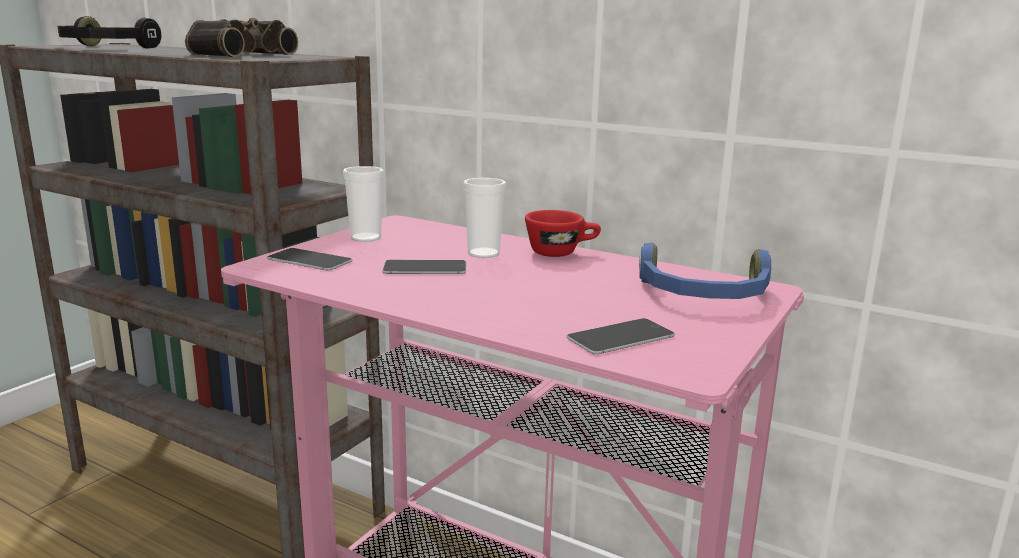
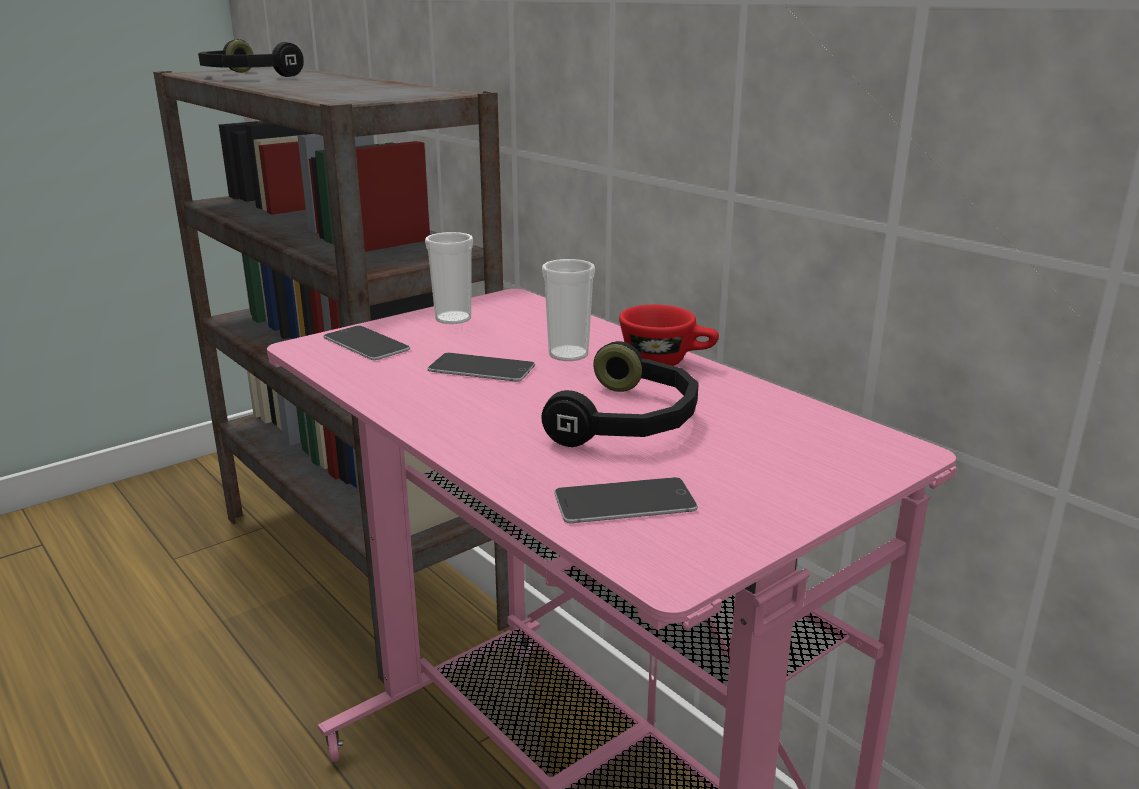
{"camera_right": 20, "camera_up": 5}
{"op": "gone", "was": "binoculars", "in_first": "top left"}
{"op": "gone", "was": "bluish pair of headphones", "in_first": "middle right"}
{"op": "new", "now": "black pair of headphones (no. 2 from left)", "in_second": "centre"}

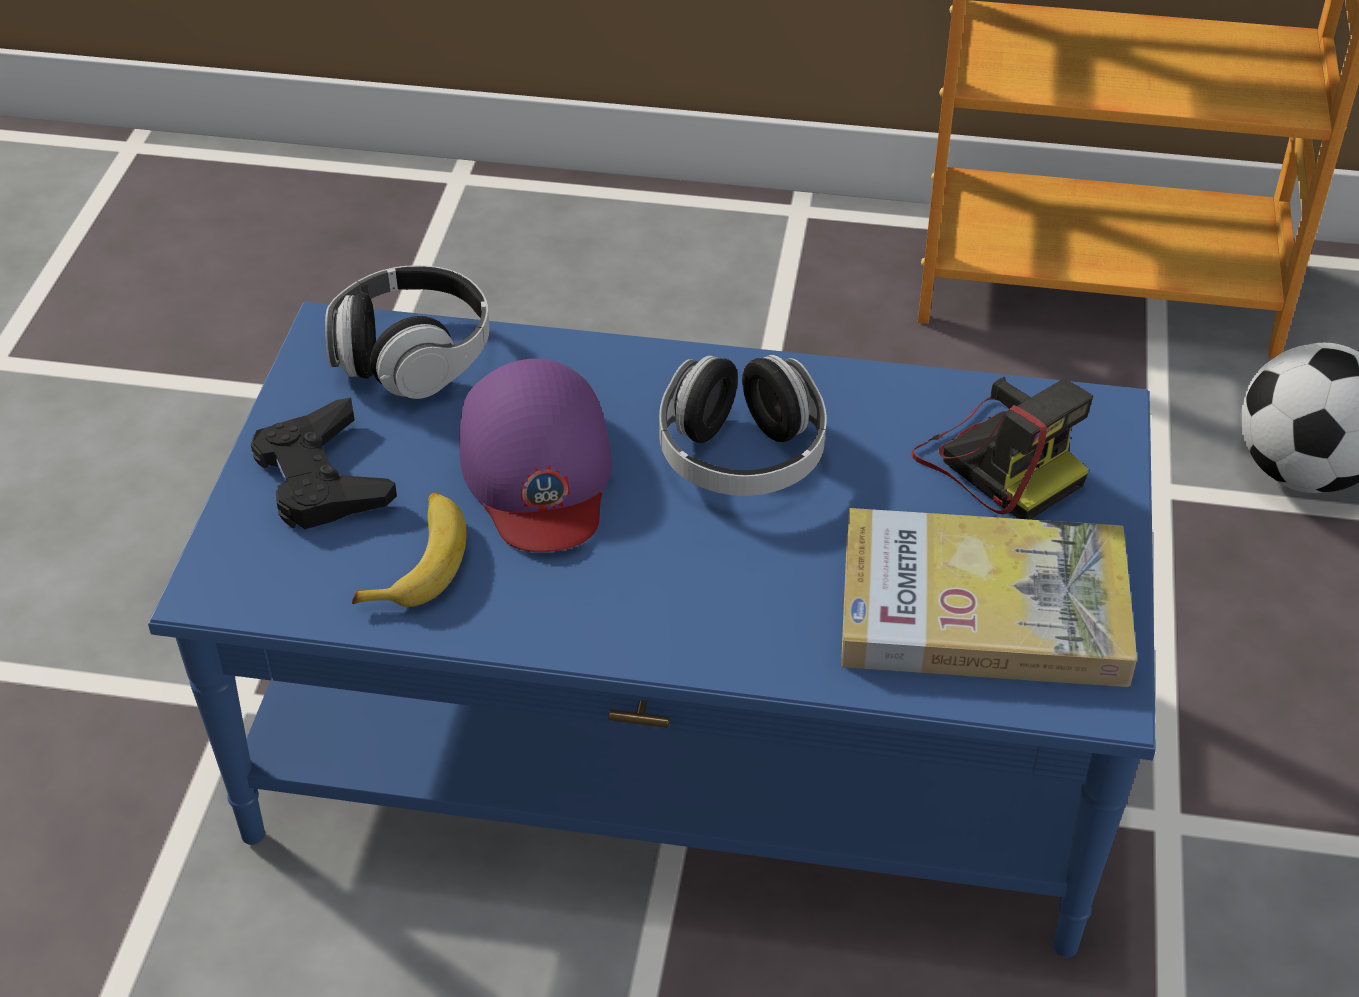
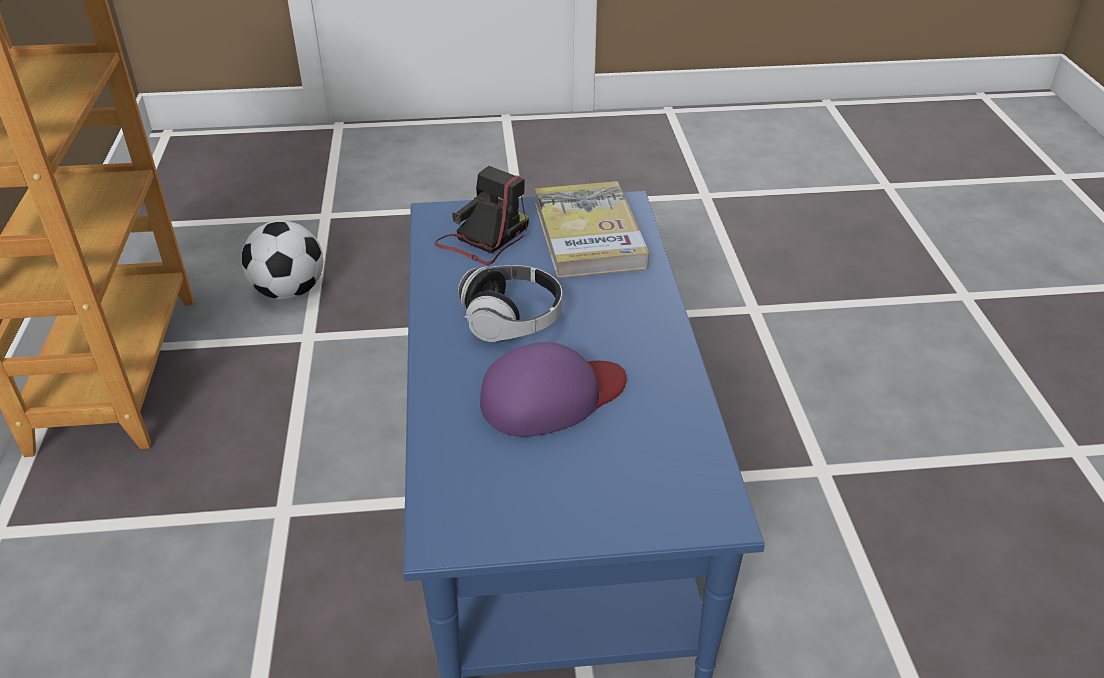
{"camera_right": -105, "camera_up": -5}
{"op": "gone", "was": "black joypad", "in_first": "middle left"}
{"op": "gone", "was": "pair of headphones (no. 1 from left)", "in_first": "top left"}
{"op": "gone", "was": "whole banana", "in_first": "middle left"}

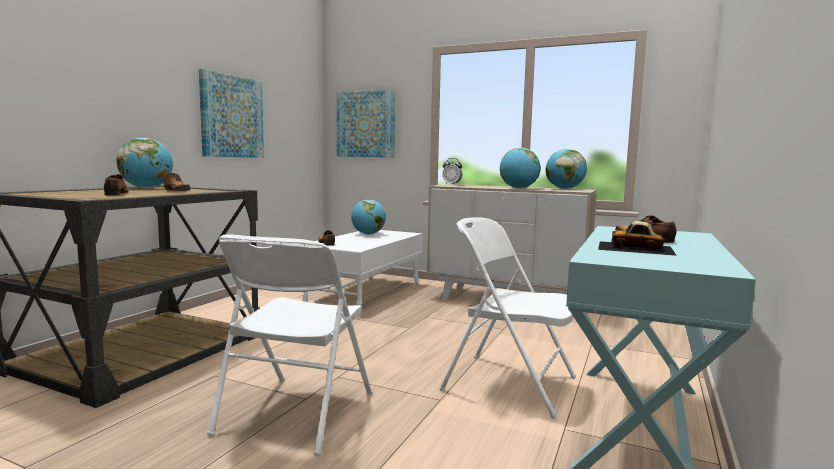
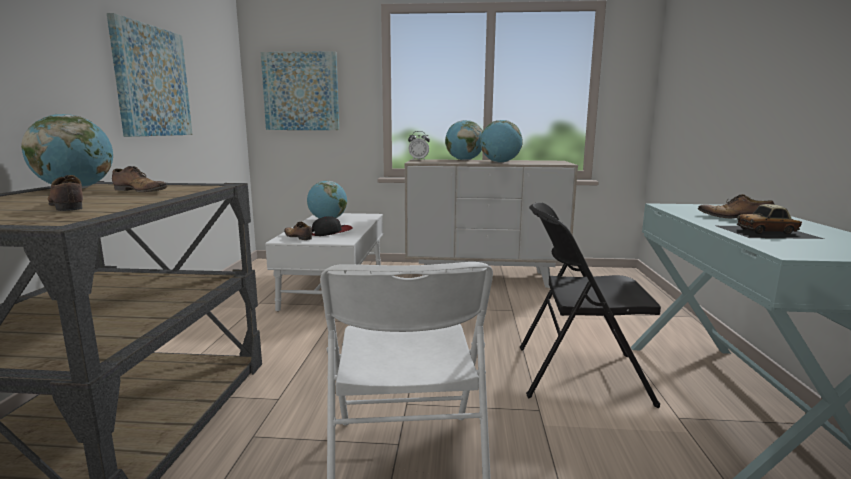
{"camera_right": -20, "camera_up": 5}
{"op": "repainted", "was": "white-coloured upright chair (no. 2 from left)", "now": "black upright chair", "in_first": "bottom centre", "in_second": "middle right"}
{"op": "shifted", "was": "globe (no. 4 from left in the first image)", "now": "globe (no. 3 from left)", "in_first": "middle right", "in_second": "top centre"}
{"op": "new", "now": "peaked cap", "in_second": "centre"}

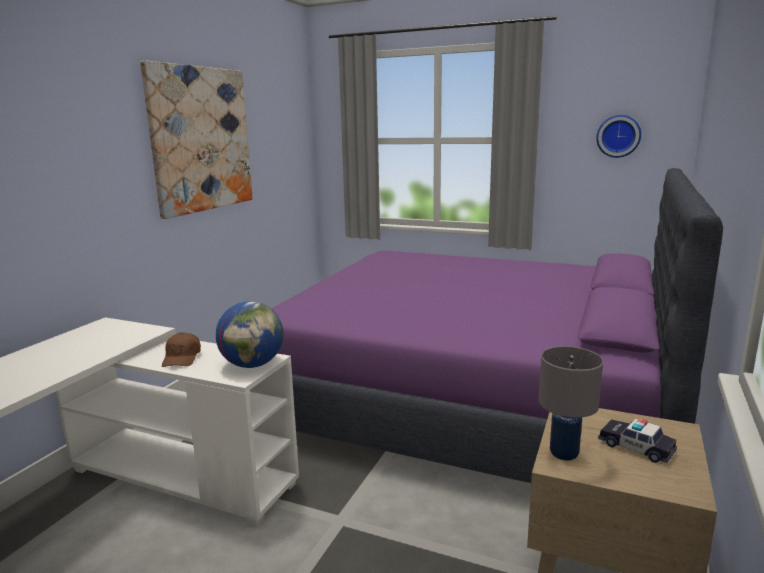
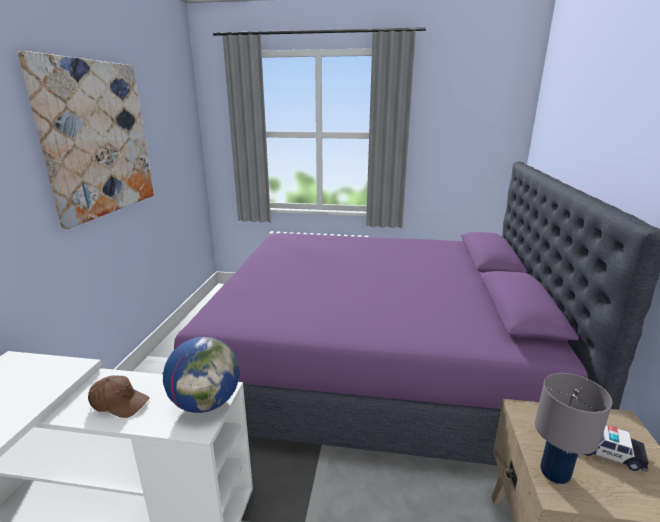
{"camera_right": -15, "camera_up": 5}
{"op": "rotated", "was": "brown peaked cap", "in_first": "middle left", "in_second": "bottom left", "clockwise": -60}
{"op": "gone", "was": "wall clock", "in_first": "top right"}

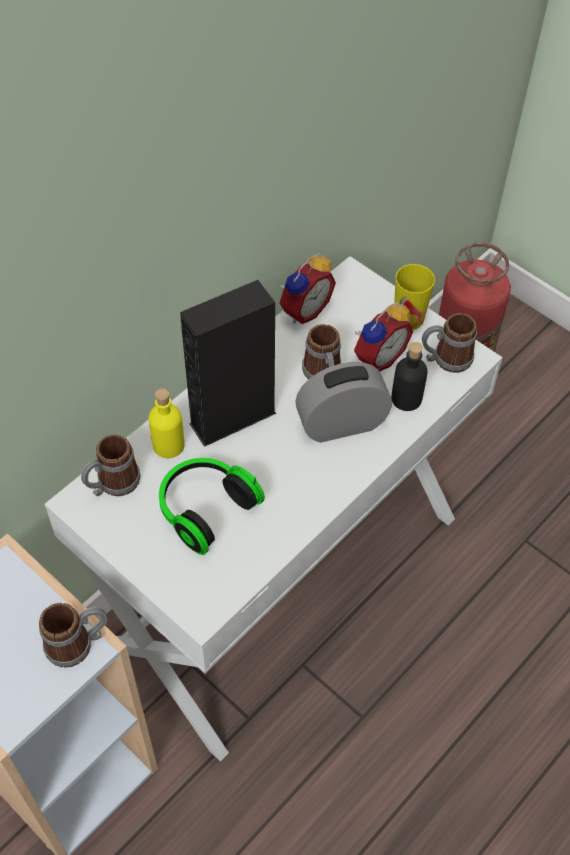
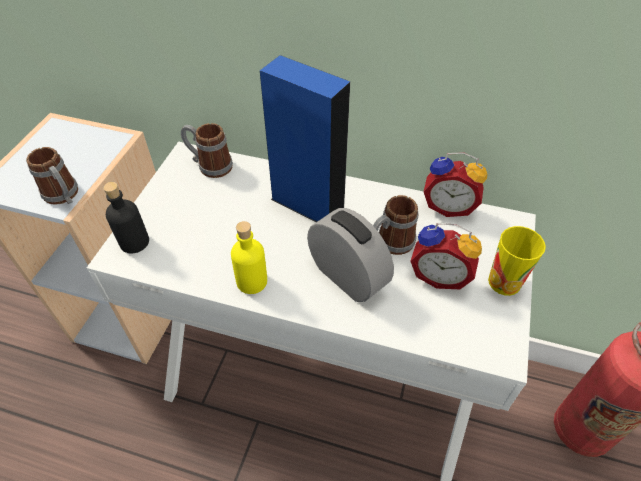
{"camera_right": 65, "camera_up": -5}
{"op": "shifted", "was": "yellowish drink bottle", "in_first": "middle left", "in_second": "centre"}
{"op": "gone", "was": "pair of headphones", "in_first": "centre"}
{"op": "repainted", "was": "black audio speaker", "now": "bluish audio speaker", "in_first": "centre", "in_second": "top centre"}
{"op": "shifted", "was": "black drink bottle", "in_first": "middle right", "in_second": "middle left"}
{"op": "gone", "was": "tea mug (no. 4 from left)", "in_first": "middle right"}

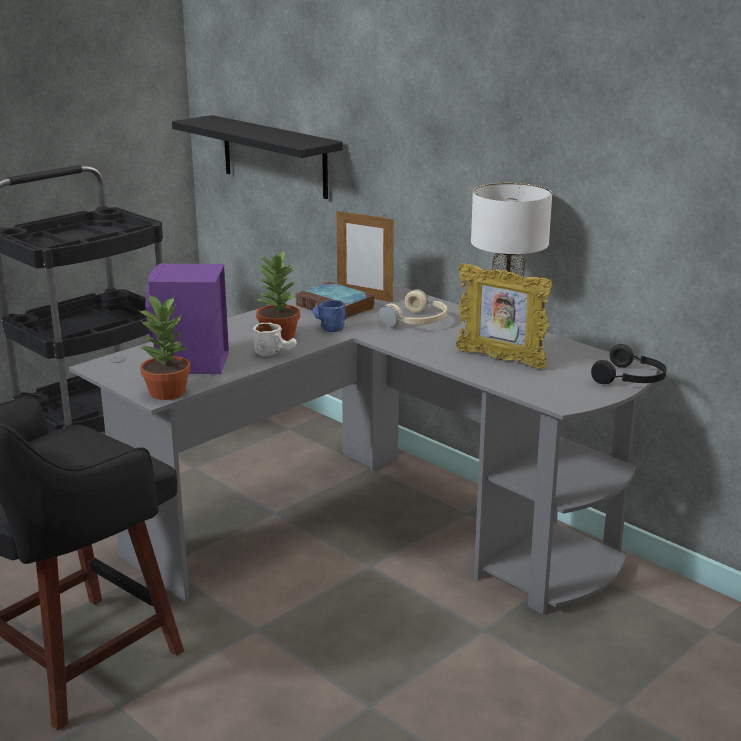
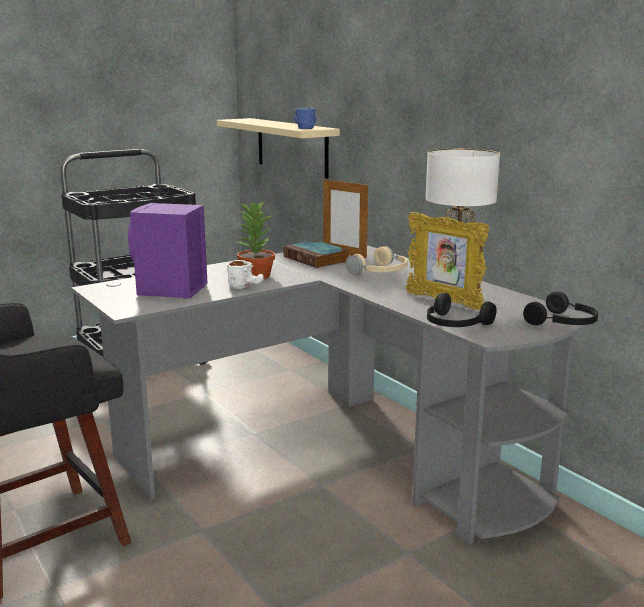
{"camera_right": 10, "camera_up": -5}
{"op": "gone", "was": "houseplant (no. 1 from left)", "in_first": "middle left"}
{"op": "repainted", "was": "black shelf", "now": "beige shelf", "in_first": "top centre", "in_second": "top centre"}
{"op": "shifted", "was": "bluish tea mug", "in_first": "centre", "in_second": "top centre"}
{"op": "new", "now": "black pair of headphones (no. 1 from left)", "in_second": "middle right"}

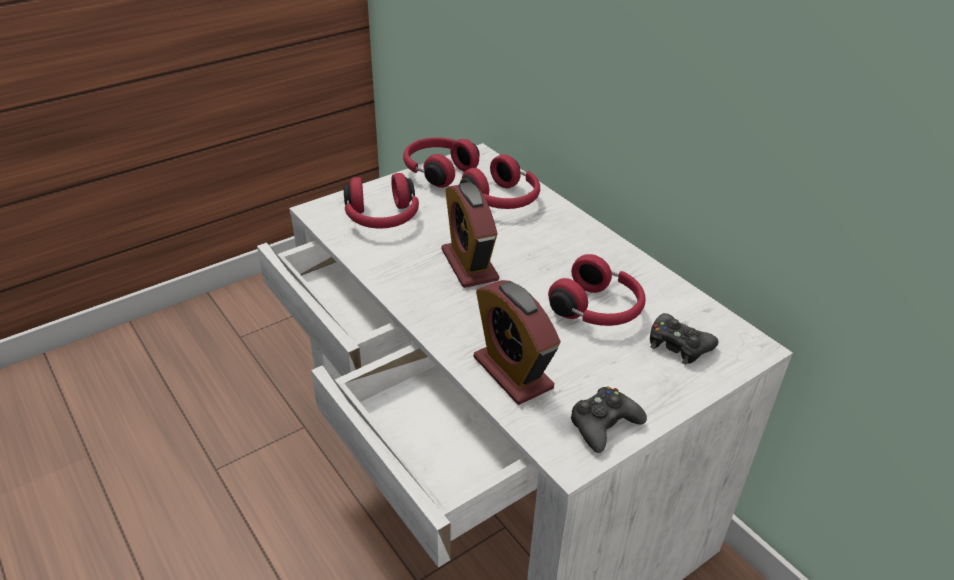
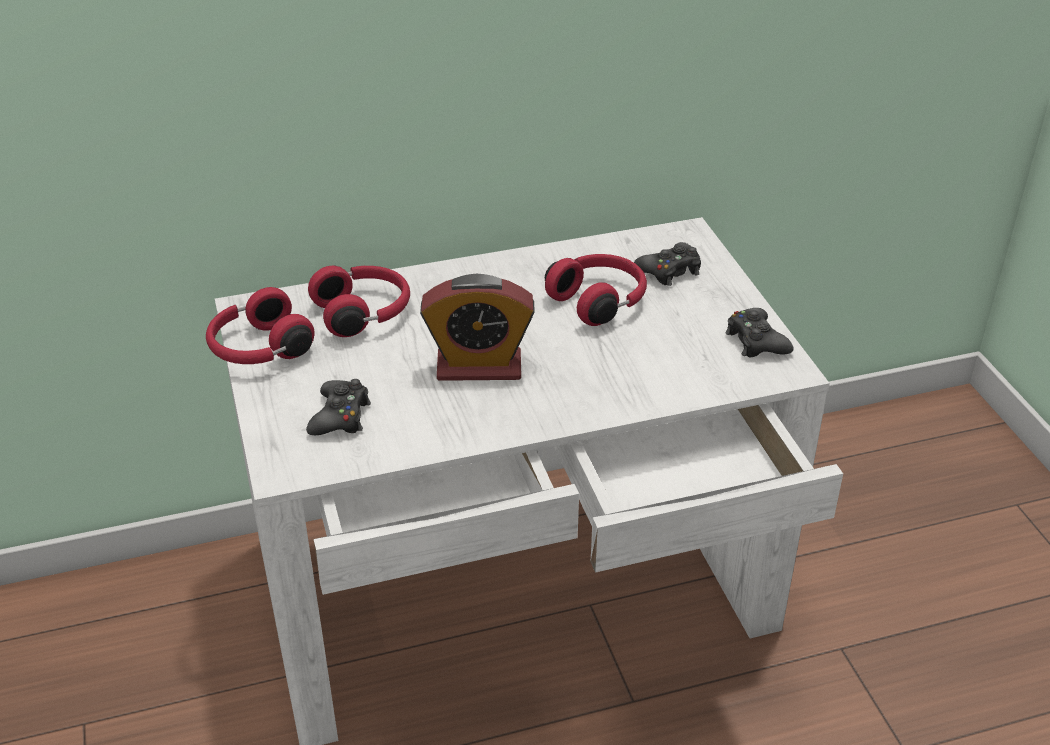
{"camera_right": -70, "camera_up": 0}
{"op": "swapped", "was": "red pair of headphones (no. 1 from left)", "now": "black joypad (no. 1 from left)", "in_first": "centre", "in_second": "middle left"}
{"op": "gone", "was": "bedside clock (no. 2 from left)", "in_first": "centre"}

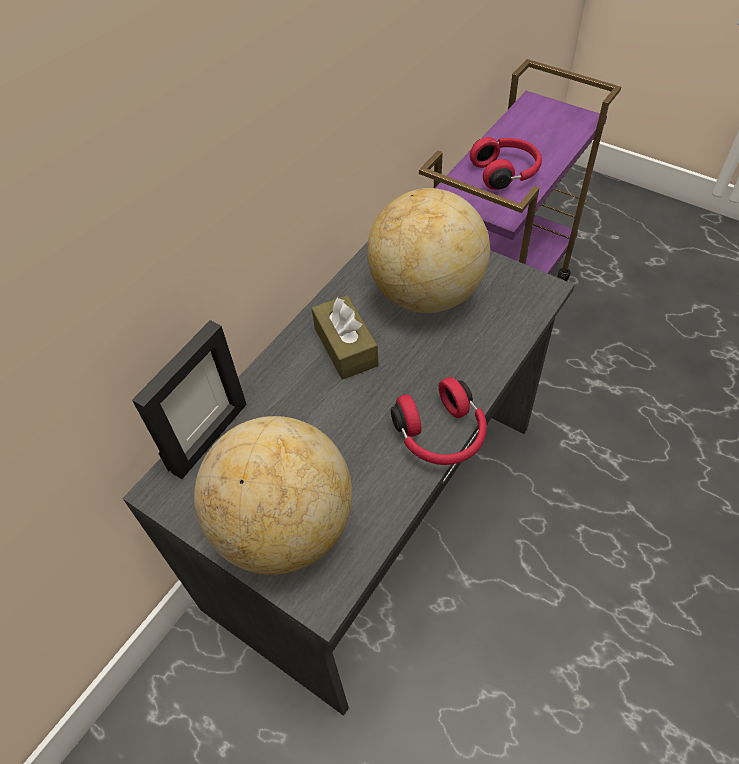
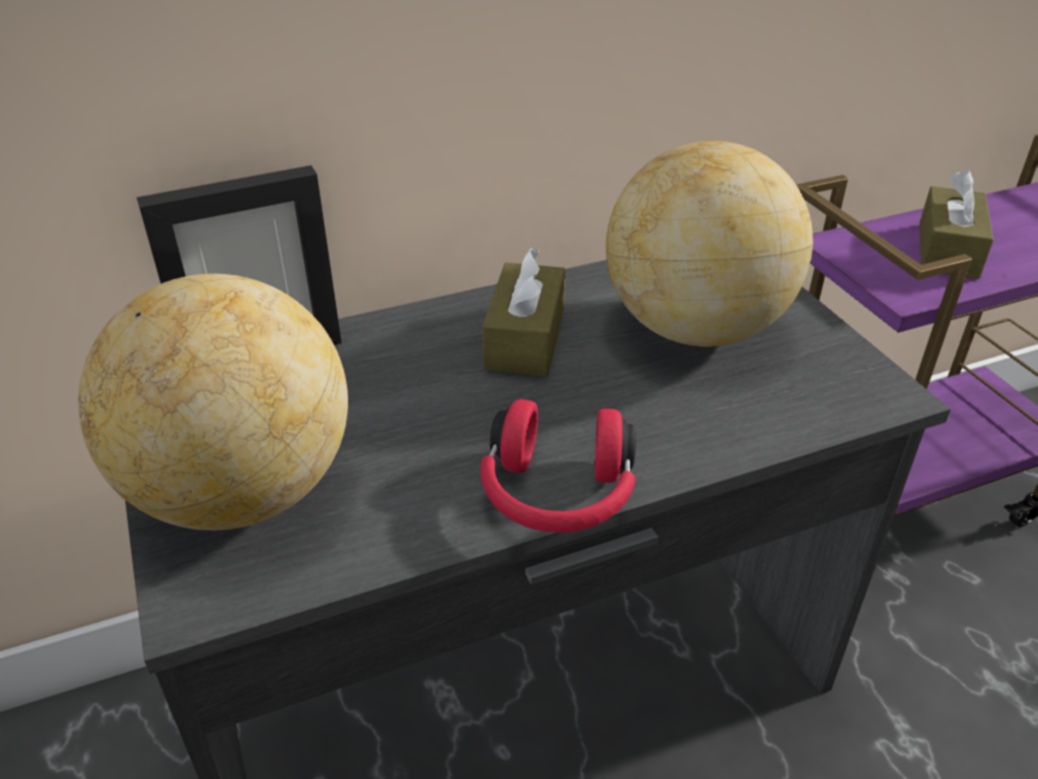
{"camera_right": 30, "camera_up": -15}
{"op": "swapped", "was": "red pair of headphones (no. 2 from left)", "now": "brown tissue holder (no. 2 from left)", "in_first": "top right", "in_second": "top right"}

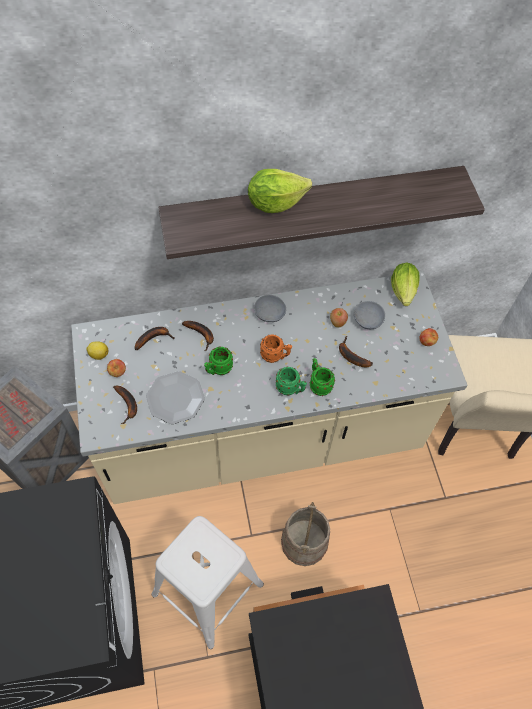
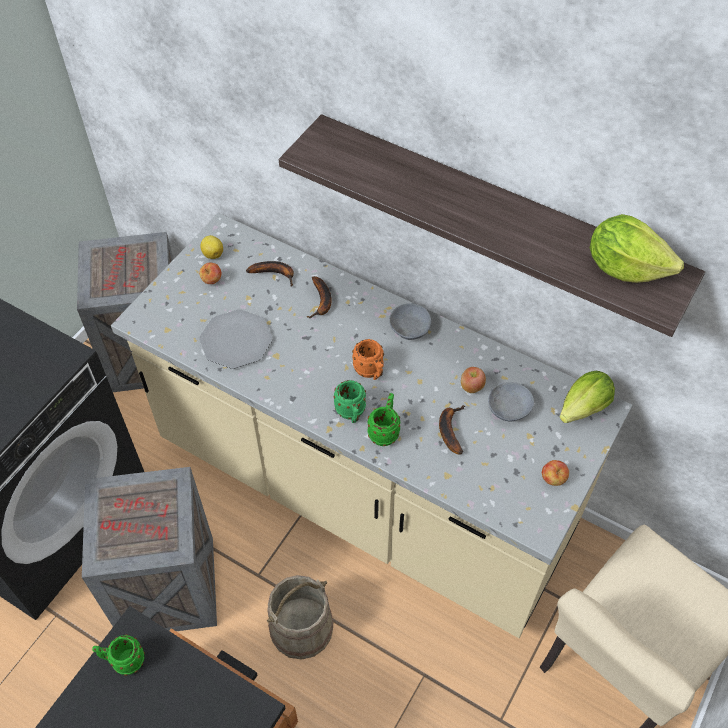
{"camera_right": 45, "camera_up": -5}
{"op": "gone", "was": "whole banana (no. 1 from left)", "in_first": "middle left"}
{"op": "swapped", "was": "white-coloured sitting stool", "now": "packing crate (no. 2 from left)", "in_first": "bottom centre", "in_second": "bottom left"}
{"op": "shifted", "was": "green tea mug (no. 1 from left)", "in_first": "centre", "in_second": "bottom left"}
{"op": "shifted", "was": "lettuce (no. 1 from left in the first image)", "now": "lettuce (no. 2 from left)", "in_first": "top centre", "in_second": "middle right"}

